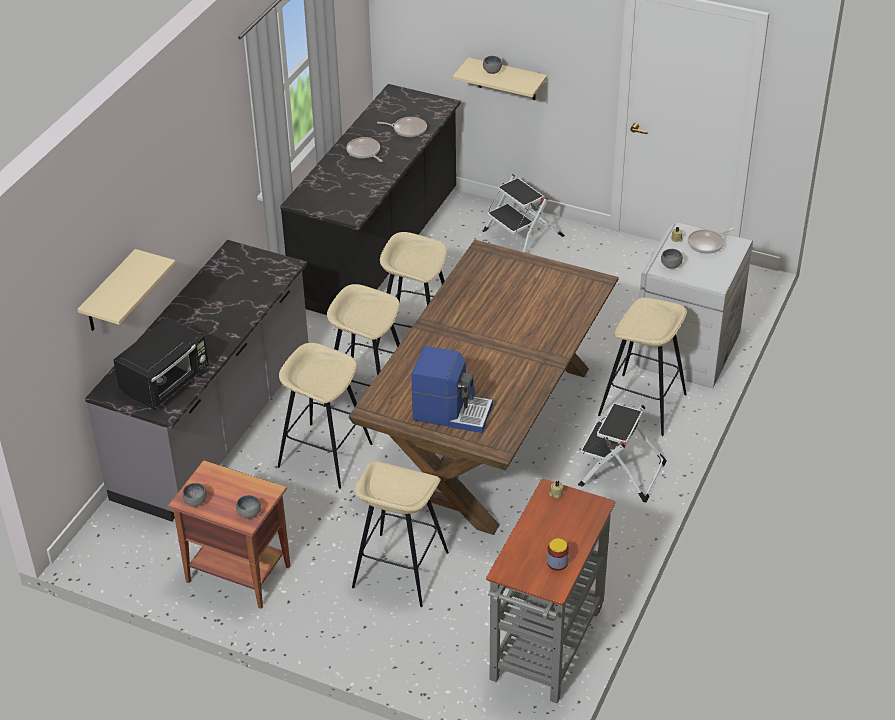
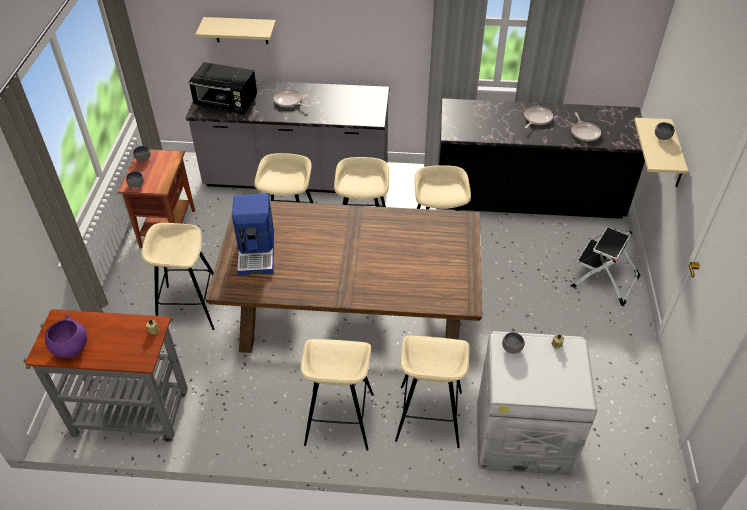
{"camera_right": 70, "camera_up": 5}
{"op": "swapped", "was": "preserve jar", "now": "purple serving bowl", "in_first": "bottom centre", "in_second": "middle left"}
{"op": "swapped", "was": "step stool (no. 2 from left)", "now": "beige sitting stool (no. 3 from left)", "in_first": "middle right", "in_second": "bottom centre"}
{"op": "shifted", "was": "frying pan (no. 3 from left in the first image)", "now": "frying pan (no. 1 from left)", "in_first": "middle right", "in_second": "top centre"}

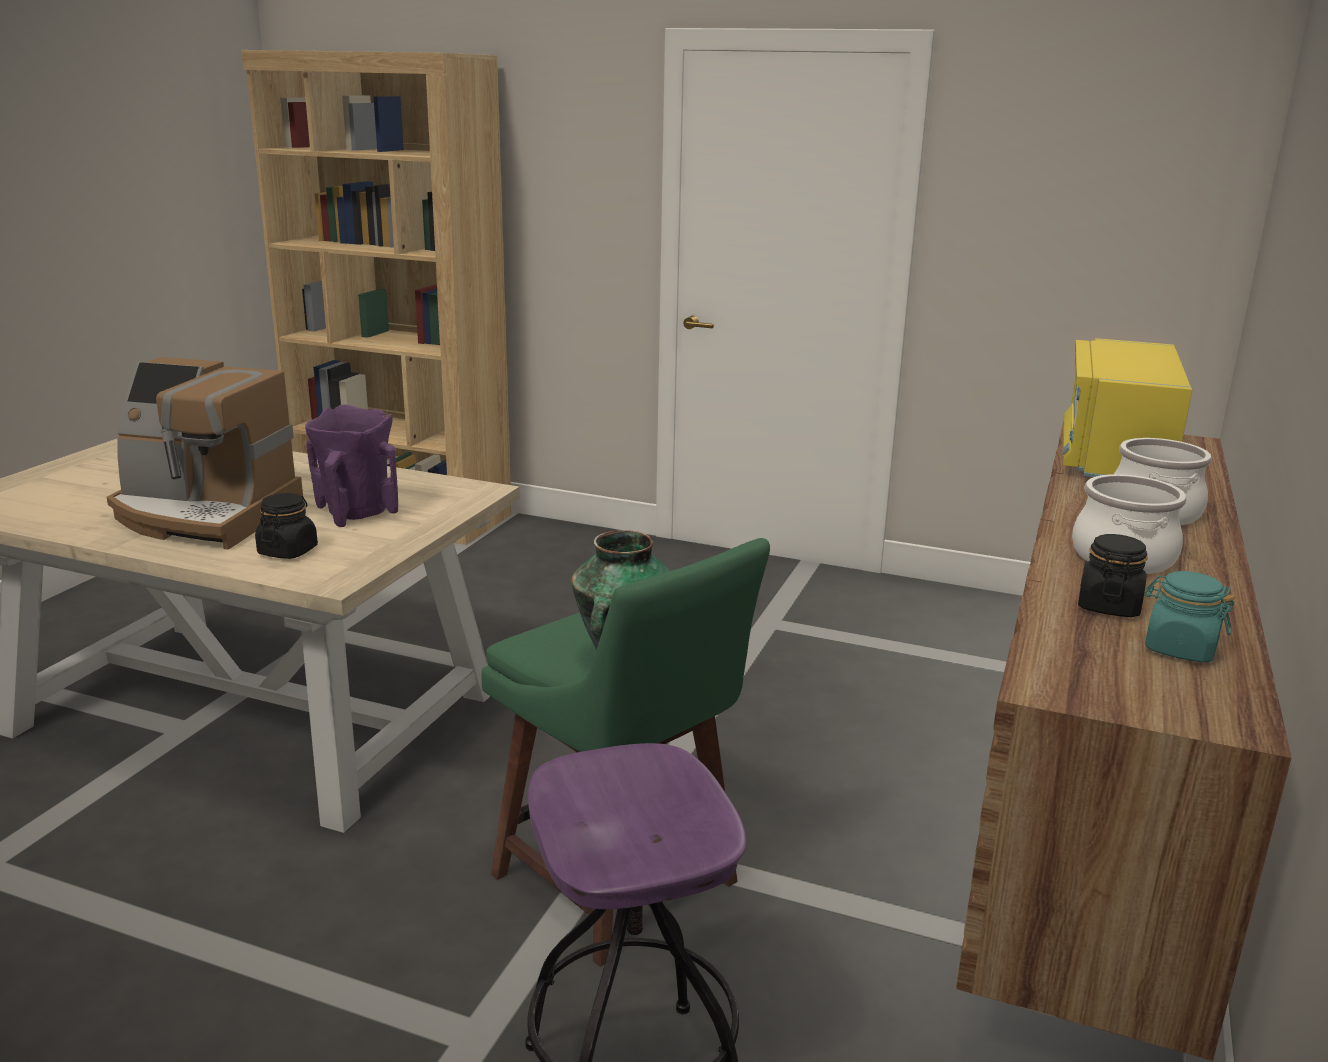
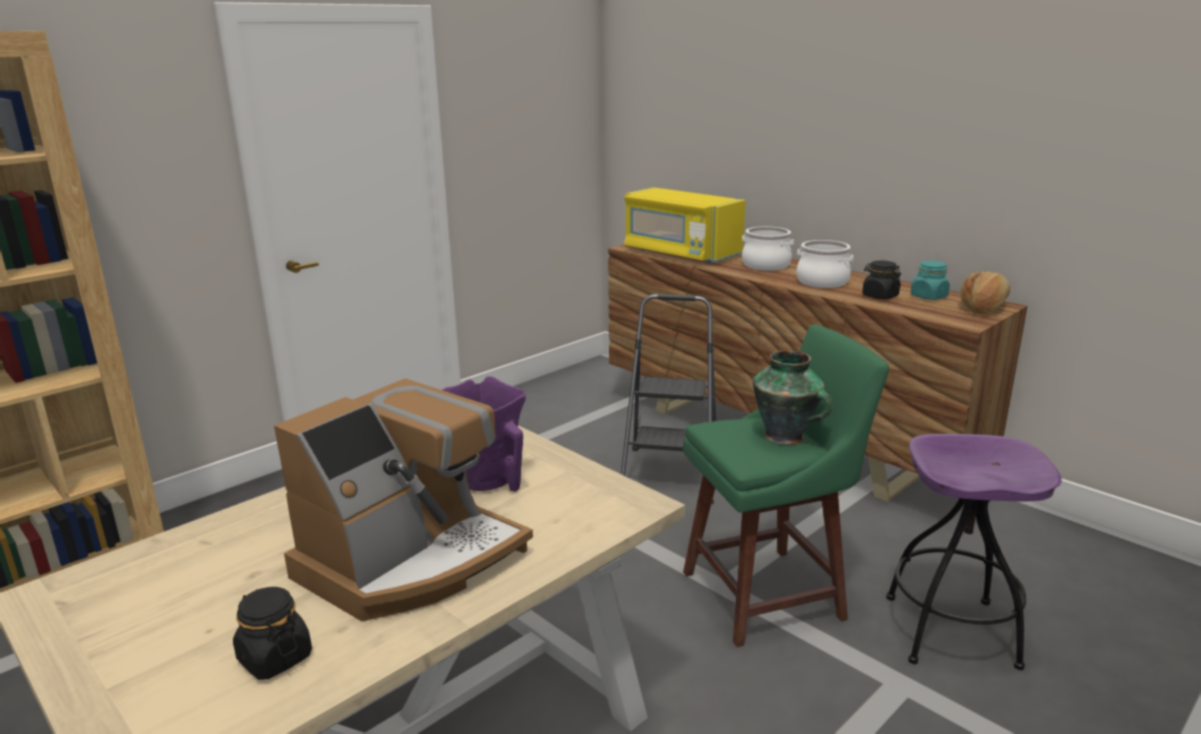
{"camera_right": -65, "camera_up": 0}
{"op": "shifted", "was": "black preserve jar (no. 1 from left)", "in_first": "middle left", "in_second": "bottom left"}
{"op": "new", "now": "black step stool", "in_second": "centre"}
{"op": "new", "now": "bread", "in_second": "middle right"}

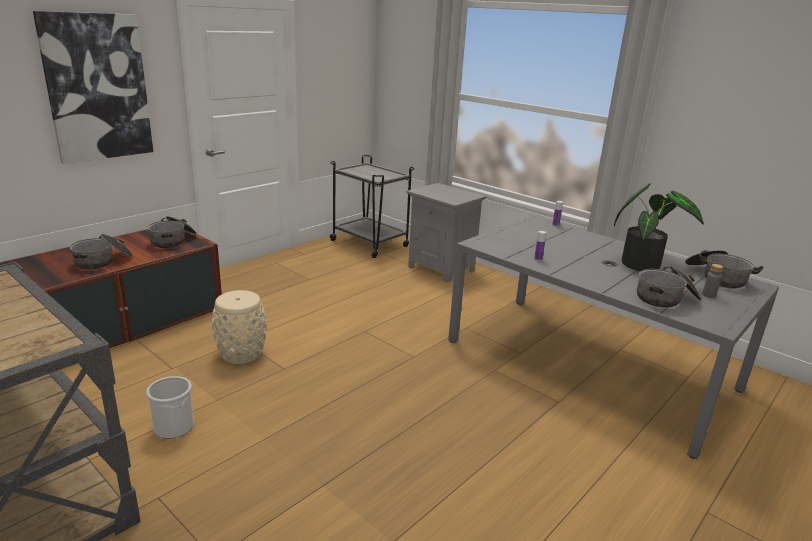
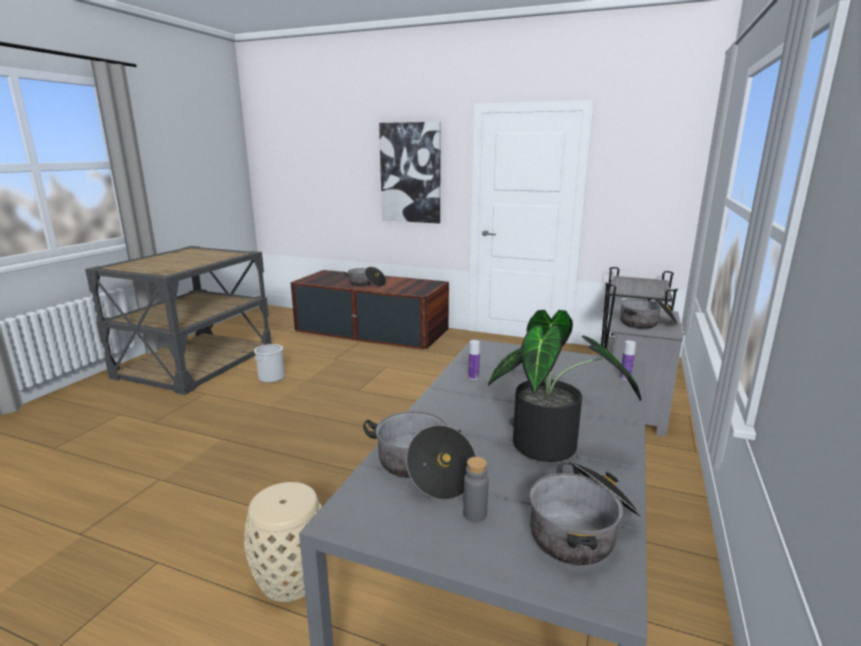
{"camera_right": 70, "camera_up": -5}
{"op": "shifted", "was": "cooking pot (no. 2 from left in the first image)", "now": "cooking pot (no. 4 from left)", "in_first": "middle left", "in_second": "middle right"}
{"op": "shifted", "was": "beige sitting stool", "in_first": "middle left", "in_second": "bottom left"}

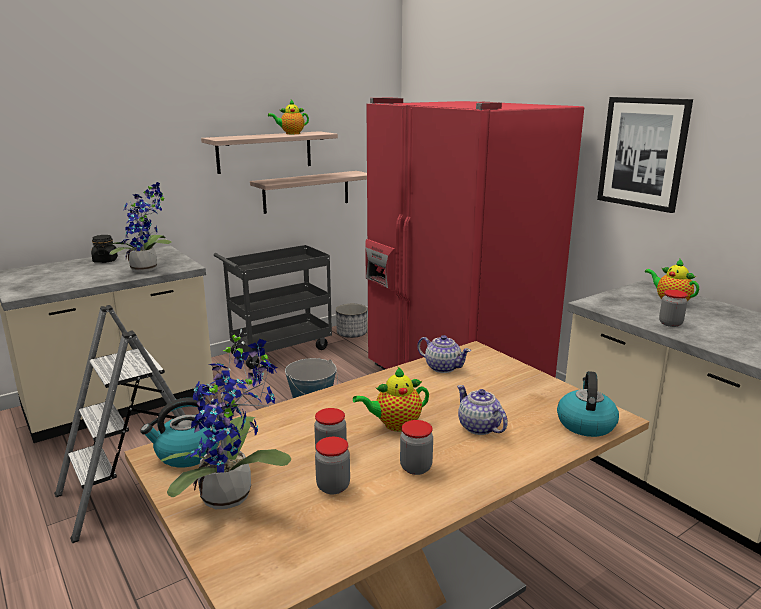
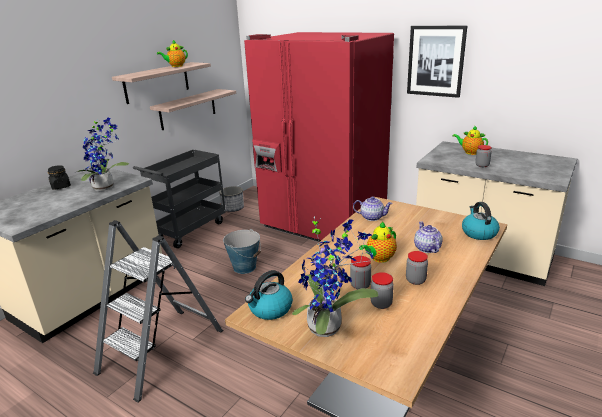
{"camera_right": -20, "camera_up": 5}
{"op": "rotated", "was": "pot for tea (no. 4 from left)", "in_first": "bottom centre", "in_second": "middle right", "clockwise": 45}

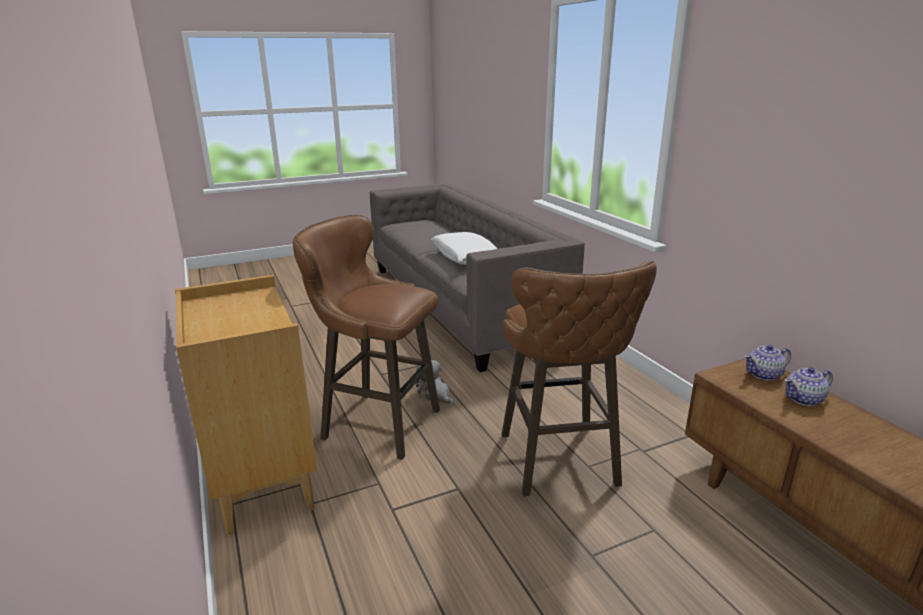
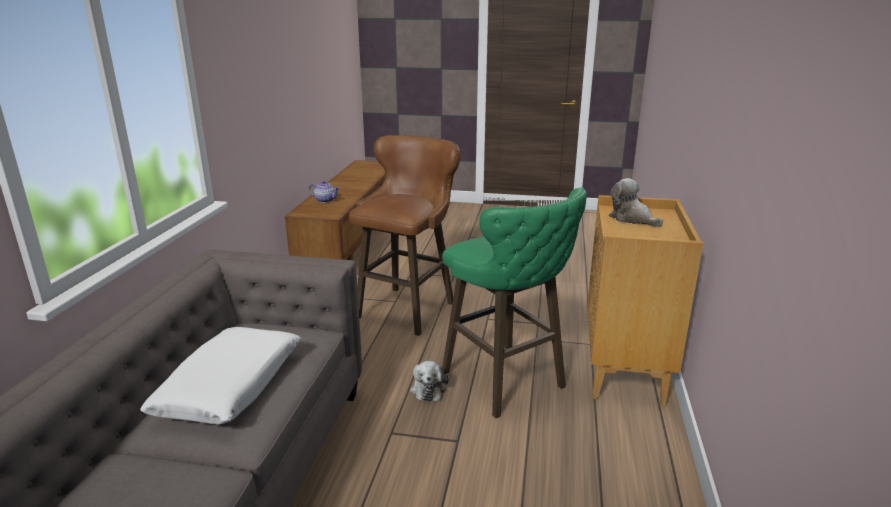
{"camera_right": -145, "camera_up": 0}
{"op": "repainted", "was": "brown sitting stool (no. 1 from left)", "now": "green sitting stool", "in_first": "centre", "in_second": "centre"}
{"op": "gone", "was": "pot for tea (no. 1 from left)", "in_first": "middle right"}
{"op": "new", "now": "soft toy (no. 2 from left)", "in_second": "middle right"}

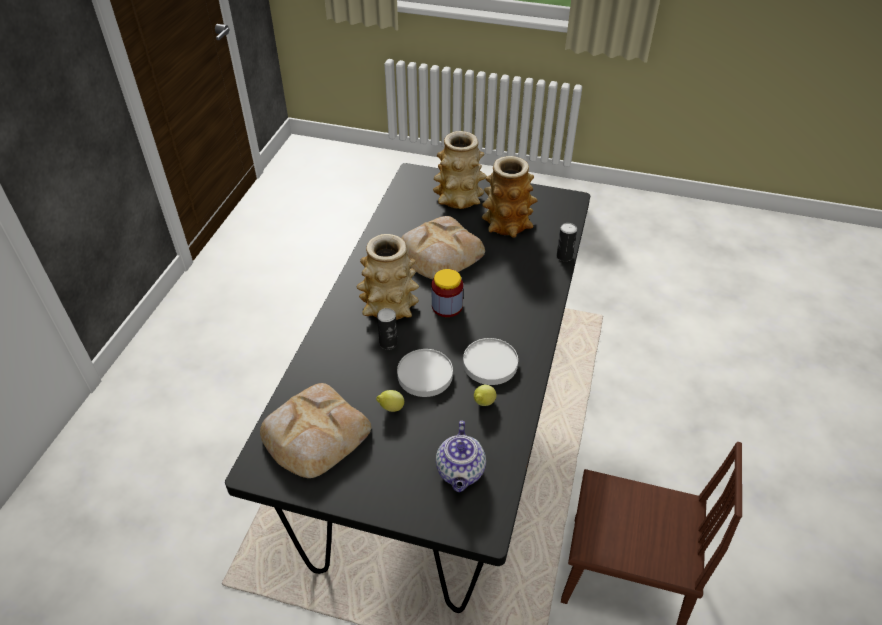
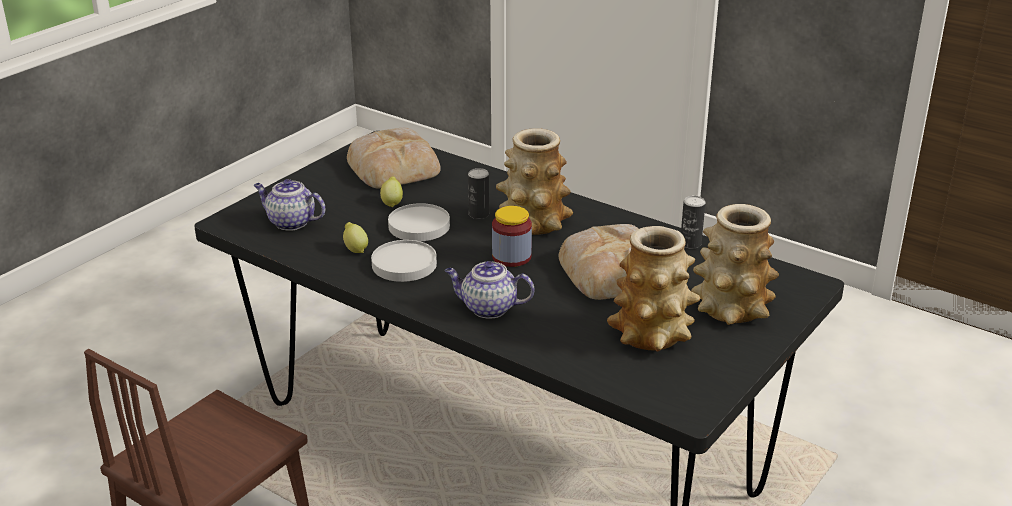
{"camera_right": 110, "camera_up": -15}
{"op": "shifted", "was": "sealed can (no. 2 from left)", "in_first": "centre", "in_second": "middle right"}
{"op": "new", "now": "pot for tea (no. 2 from left)", "in_second": "centre"}

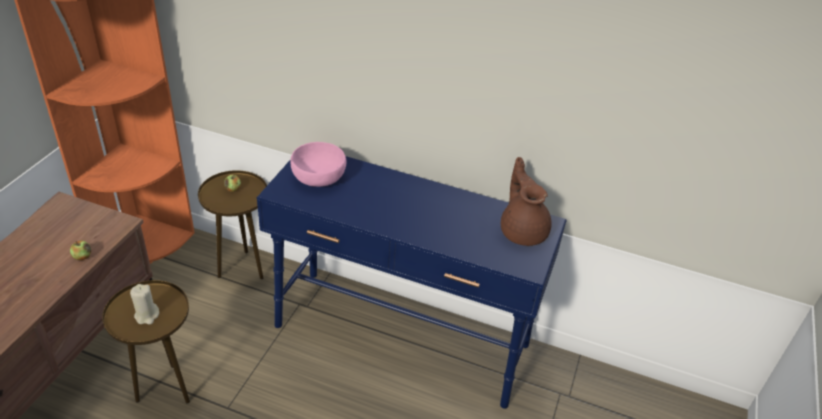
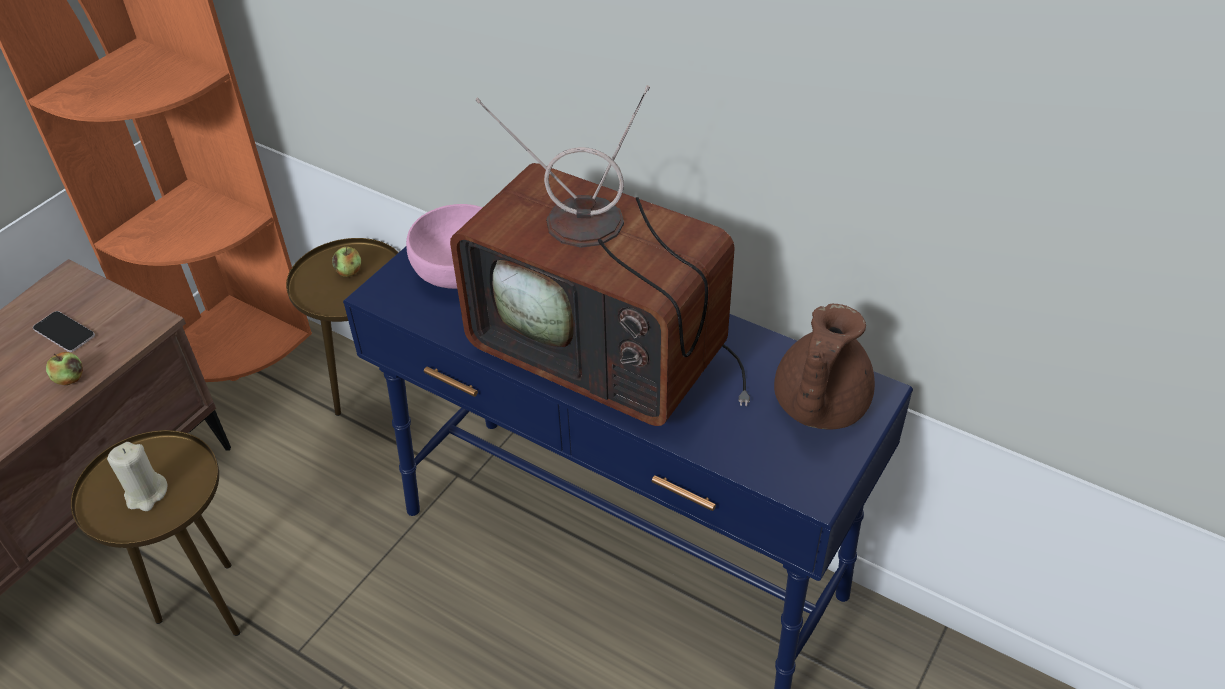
{"camera_right": 15, "camera_up": 5}
{"op": "rotated", "was": "brown pot for tea", "in_first": "centre", "in_second": "middle right", "clockwise": -150}
{"op": "new", "now": "telephone", "in_second": "middle left"}
{"op": "new", "now": "TV set", "in_second": "centre"}

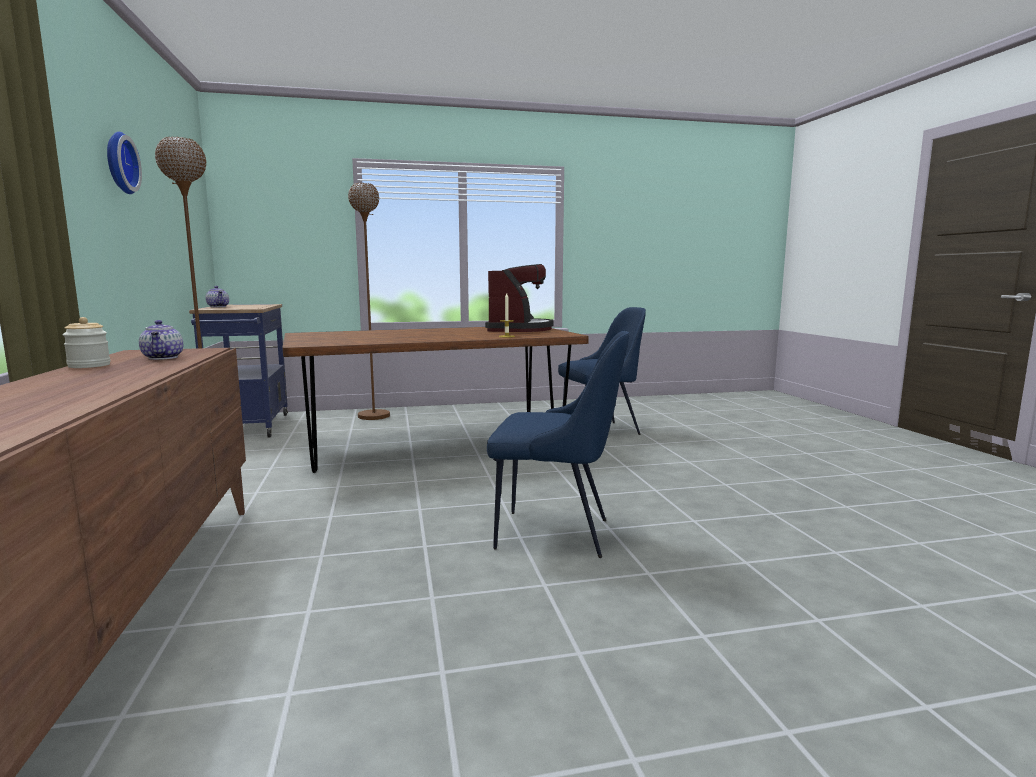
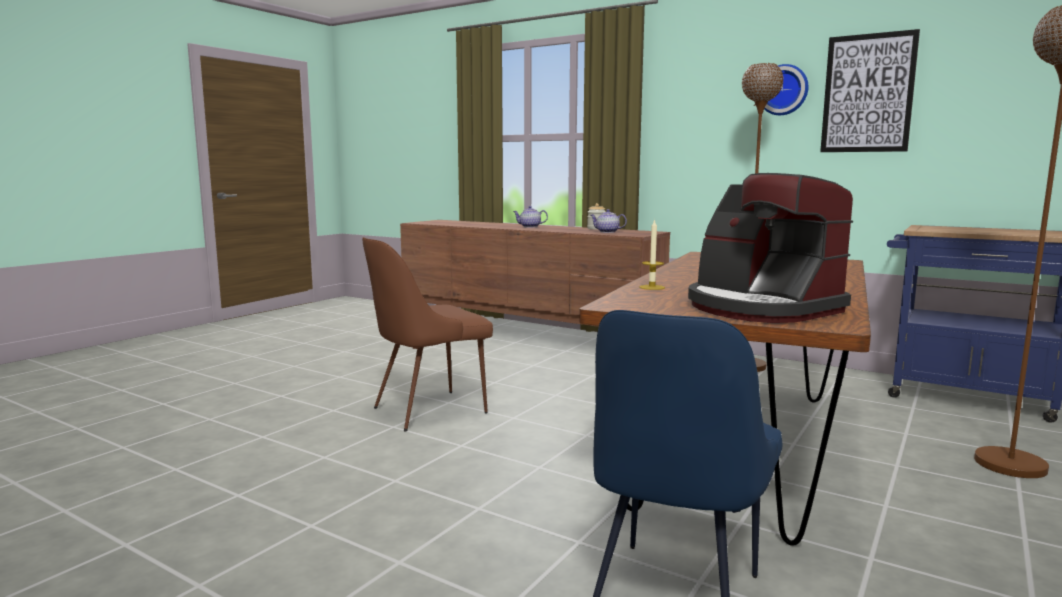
{"camera_right": 135, "camera_up": 0}
{"op": "shifted", "was": "pot for tea (no. 2 from left in the first image)", "now": "pot for tea (no. 1 from left)", "in_first": "middle left", "in_second": "centre"}
{"op": "repainted", "was": "bluish upright chair (no. 1 from left)", "now": "brown upright chair", "in_first": "centre", "in_second": "centre"}
{"op": "new", "now": "wall art", "in_second": "top right"}

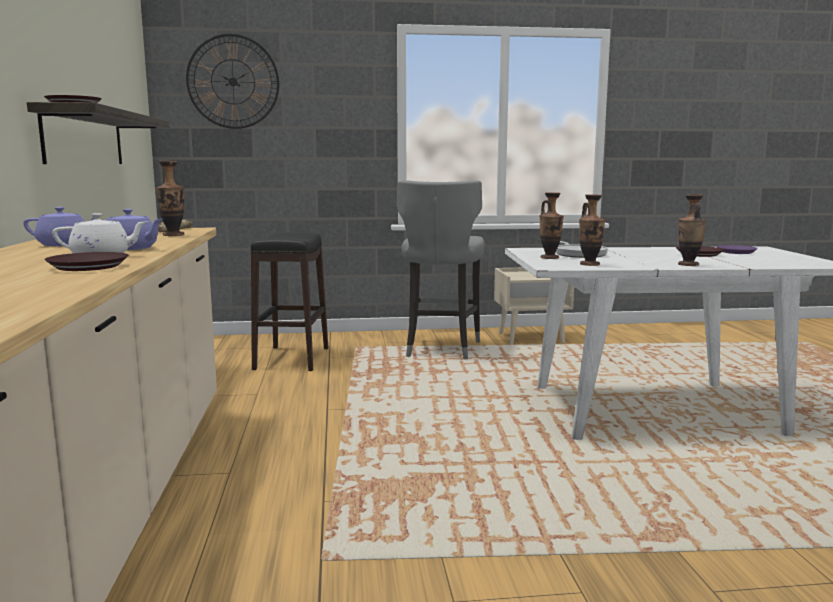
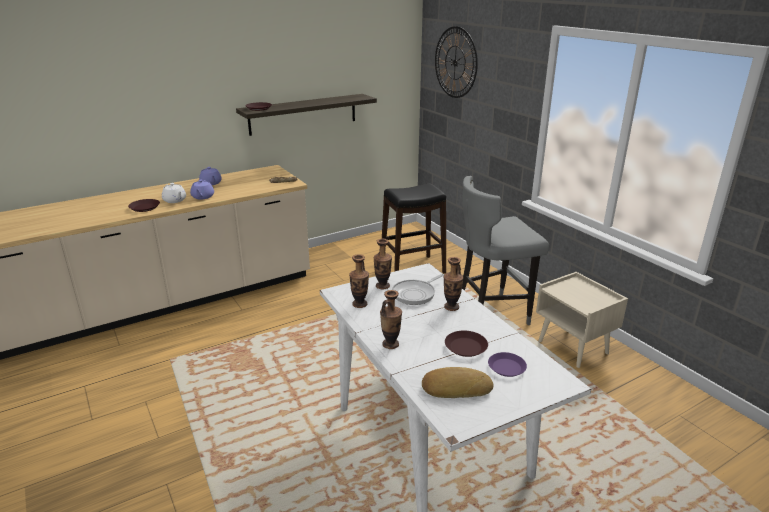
{"camera_right": 65, "camera_up": 15}
{"op": "shifted", "was": "vase (no. 1 from left in the first image)", "now": "vase (no. 4 from left)", "in_first": "top left", "in_second": "centre"}
{"op": "new", "now": "bread (no. 2 from left)", "in_second": "bottom centre"}

